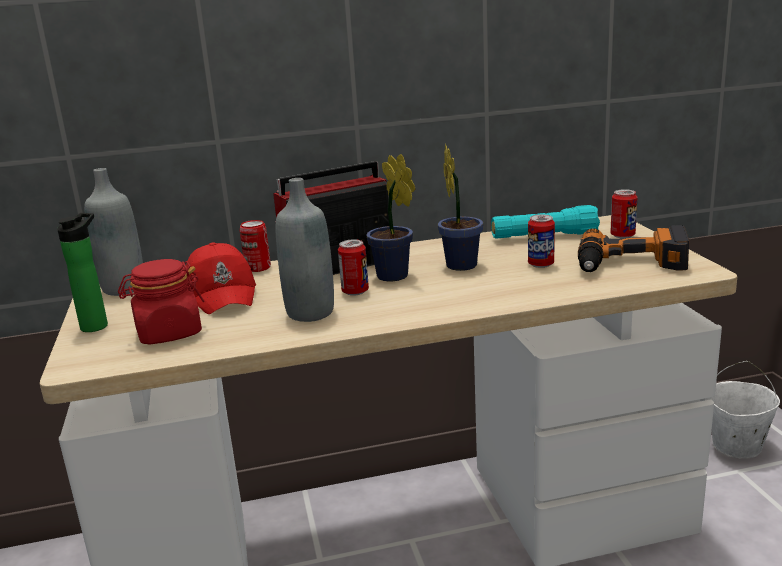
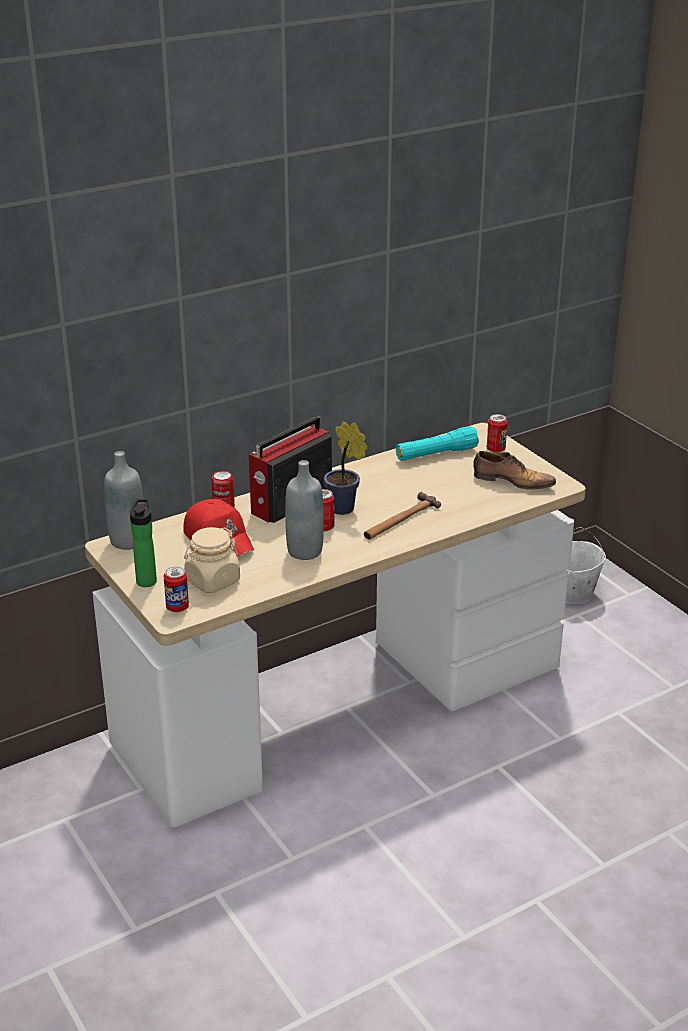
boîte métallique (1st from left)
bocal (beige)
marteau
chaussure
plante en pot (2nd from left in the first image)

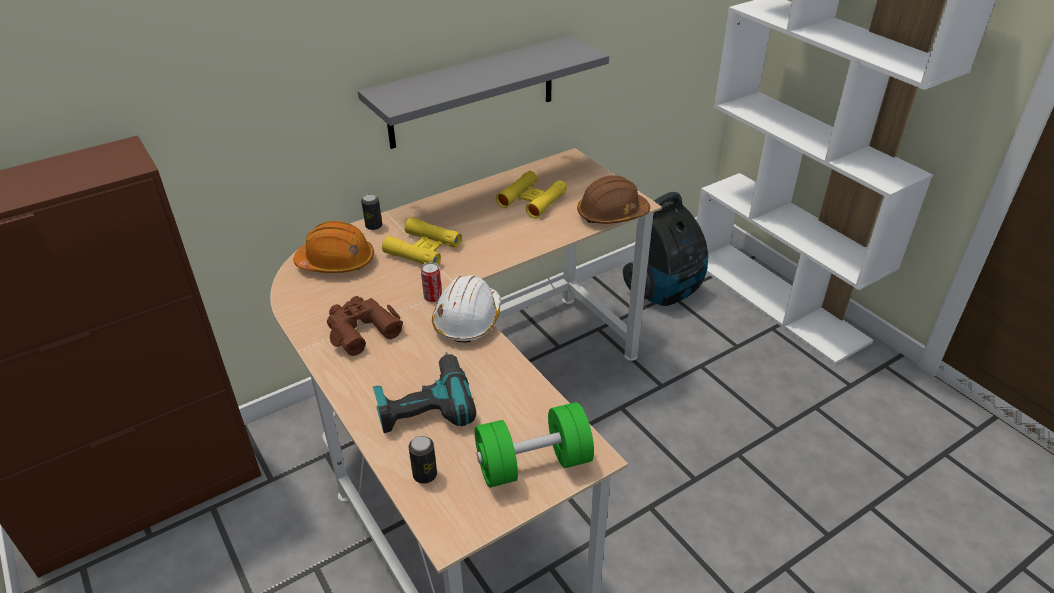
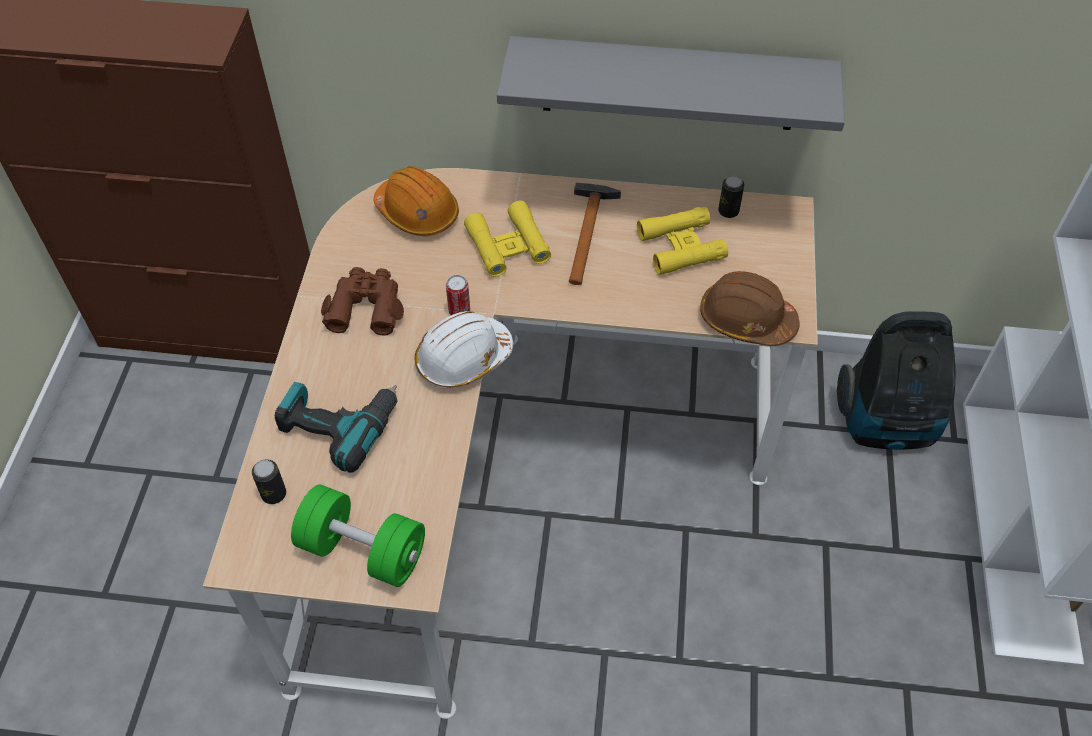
marteau
boîte métallique (3rd from left)

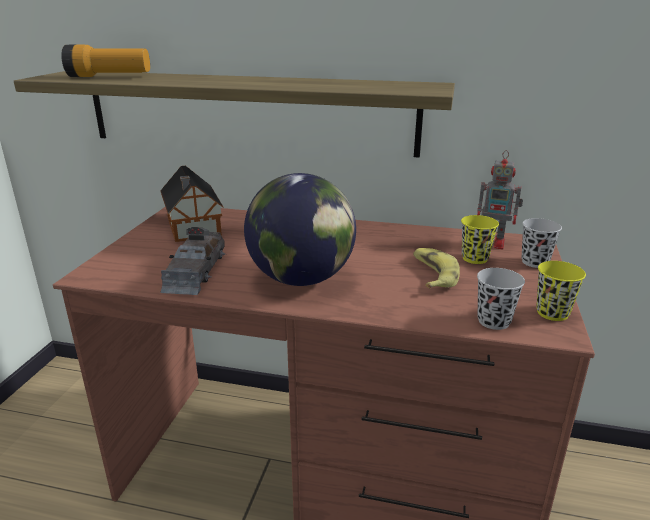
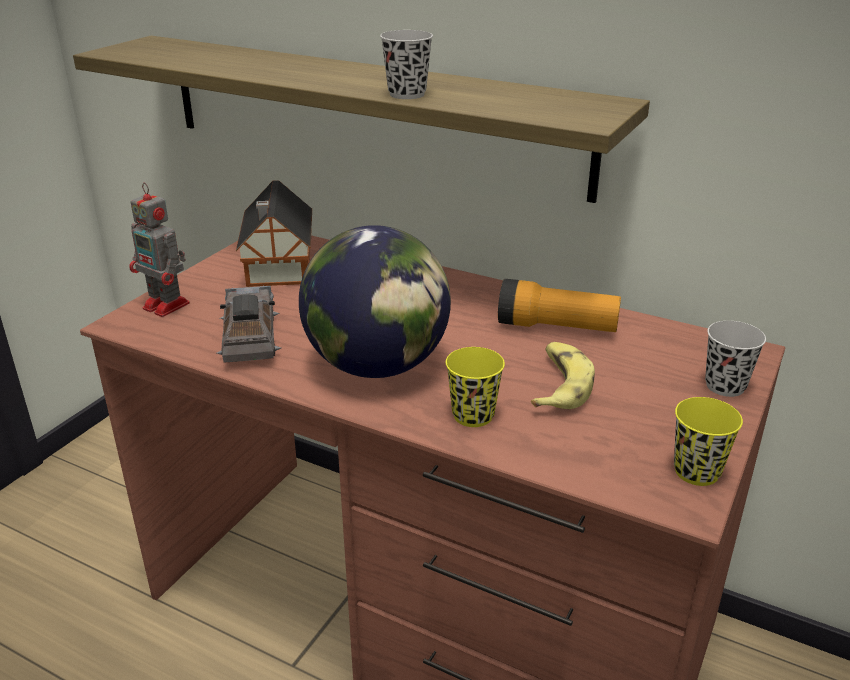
robot jouet
petite voiture (gris)
tasse (noir) (1st from left)
tasse (jaune) (1st from left)
lampe de poche

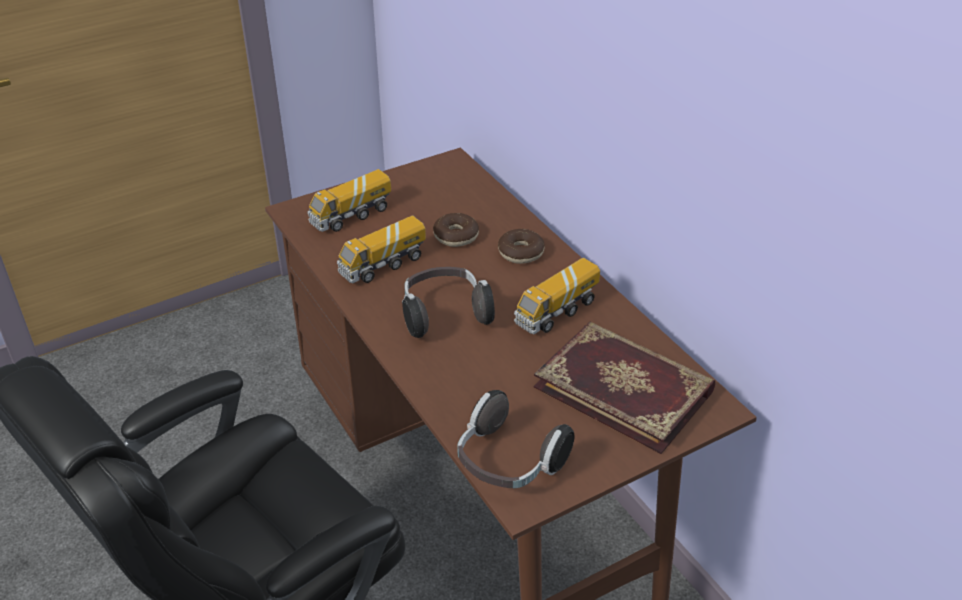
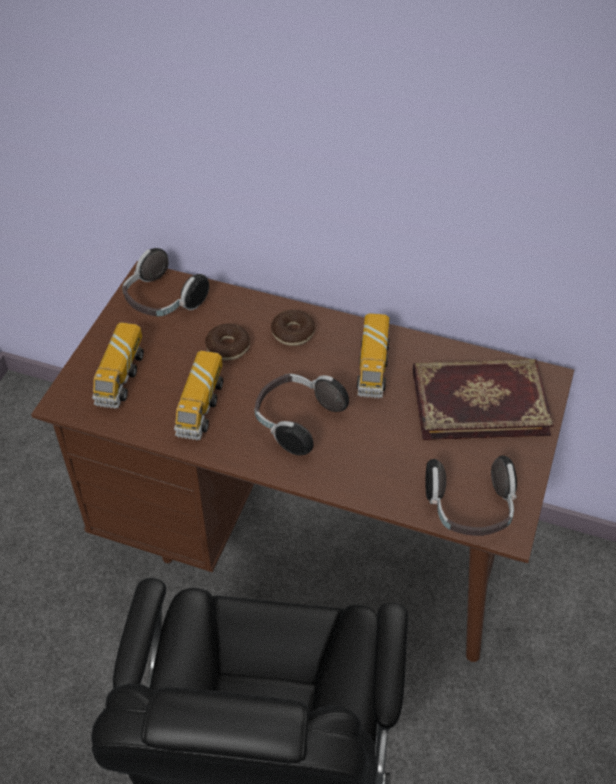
casque audio (1st from left)

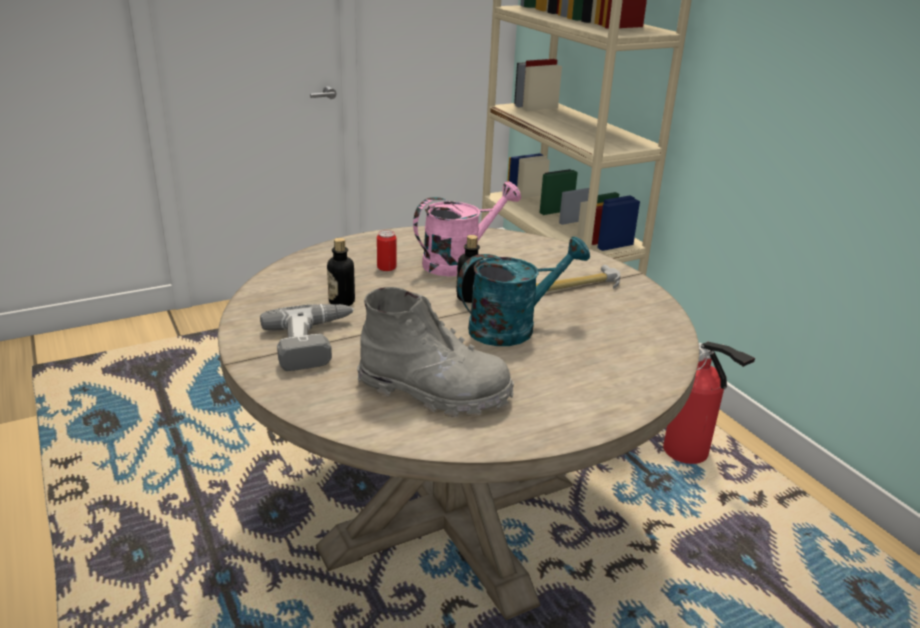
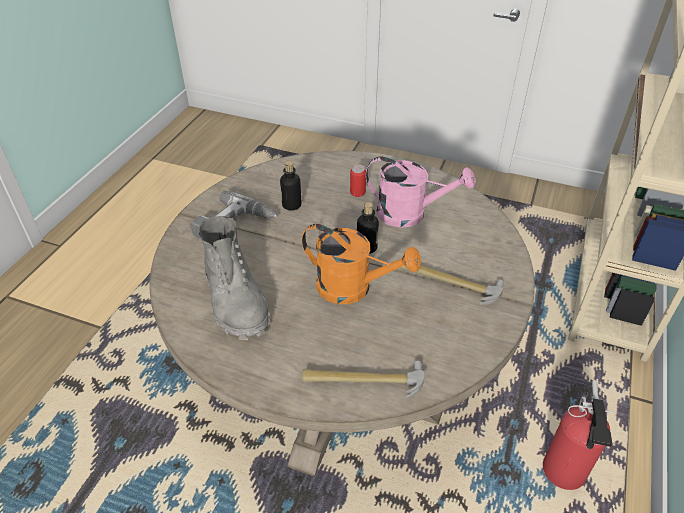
arrosoir (orange)
marteau (1st from left)

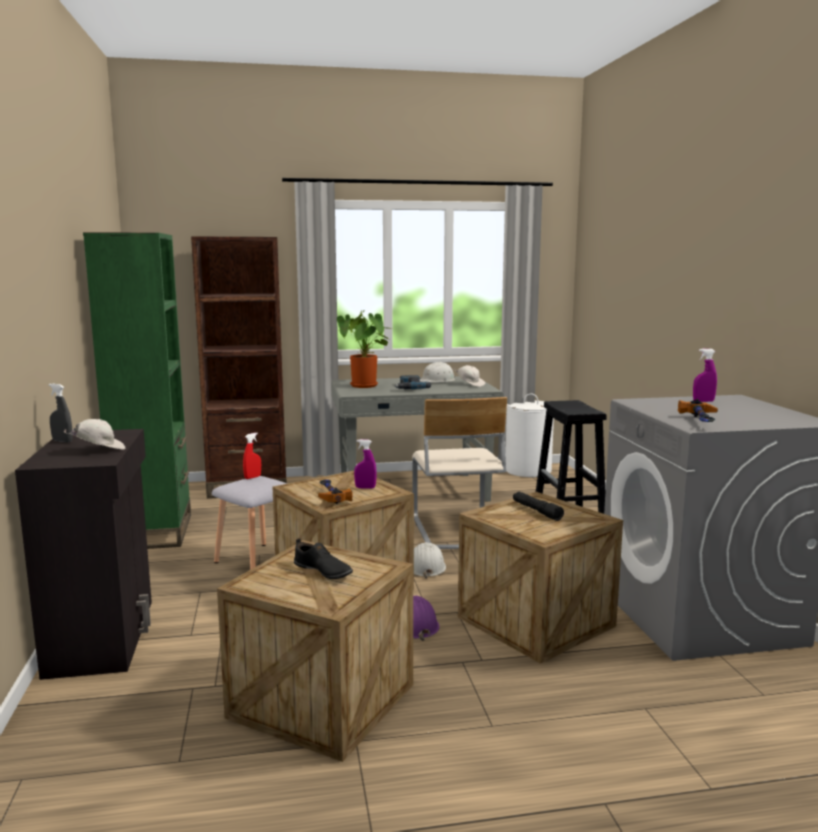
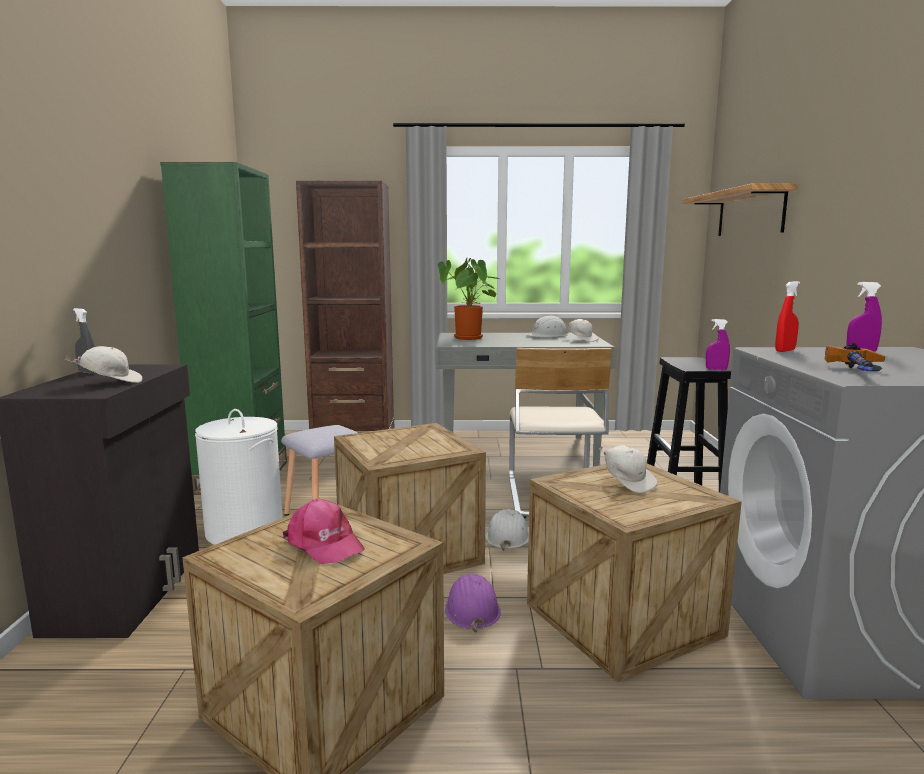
panier à linge (blanc)
casquette (rose)
casquette (blanc) (3rd from left)
étagère
vaporisateur (violet) (1st from left)
vaporisateur (rouge)
marteau (1st from left in the first image)
perceuse

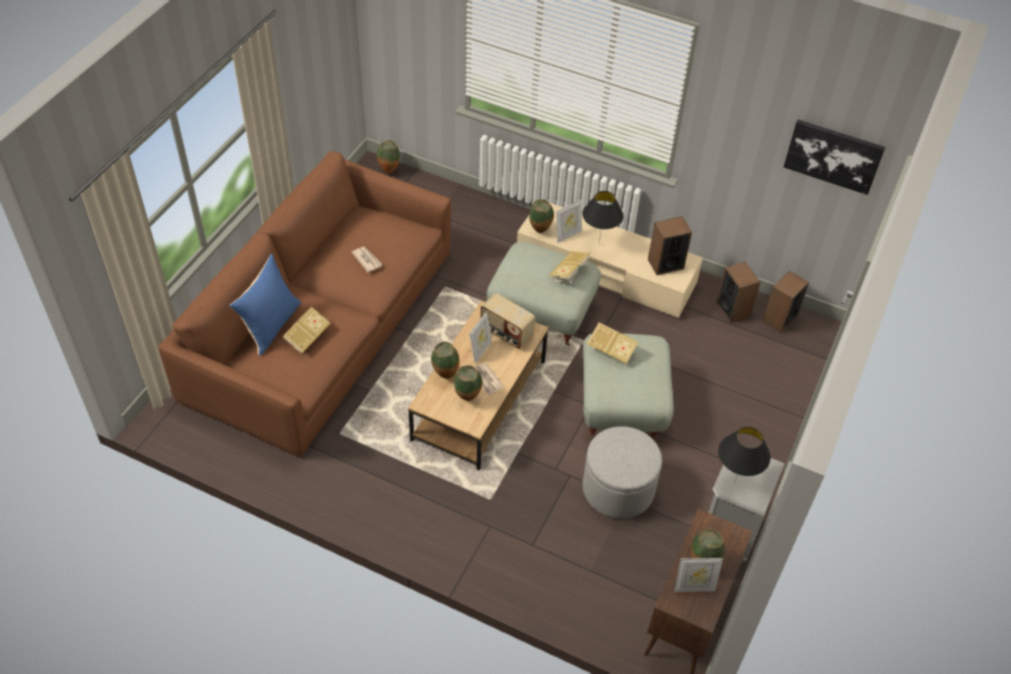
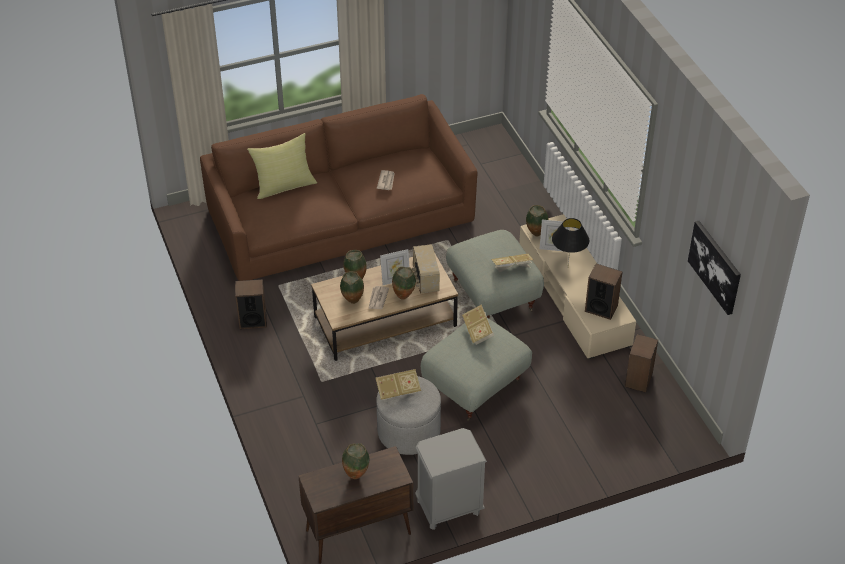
enceinte (1st from left)
coussin (jaune)
livre (1st from left)
vase (4th from left)
cadre photo (3rd from left in the first image)
lampe de table (noir) (2nd from left in the first image)

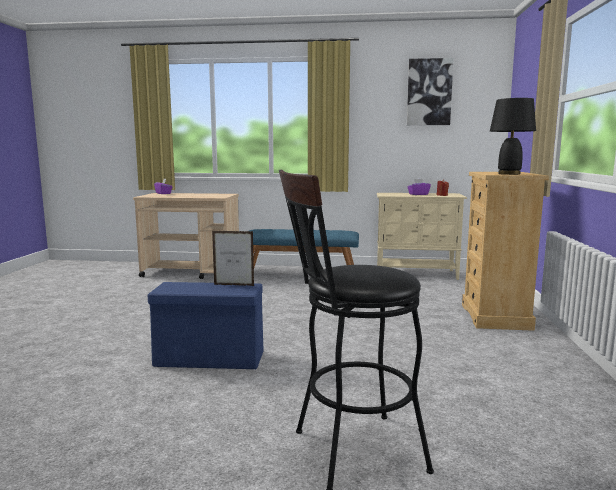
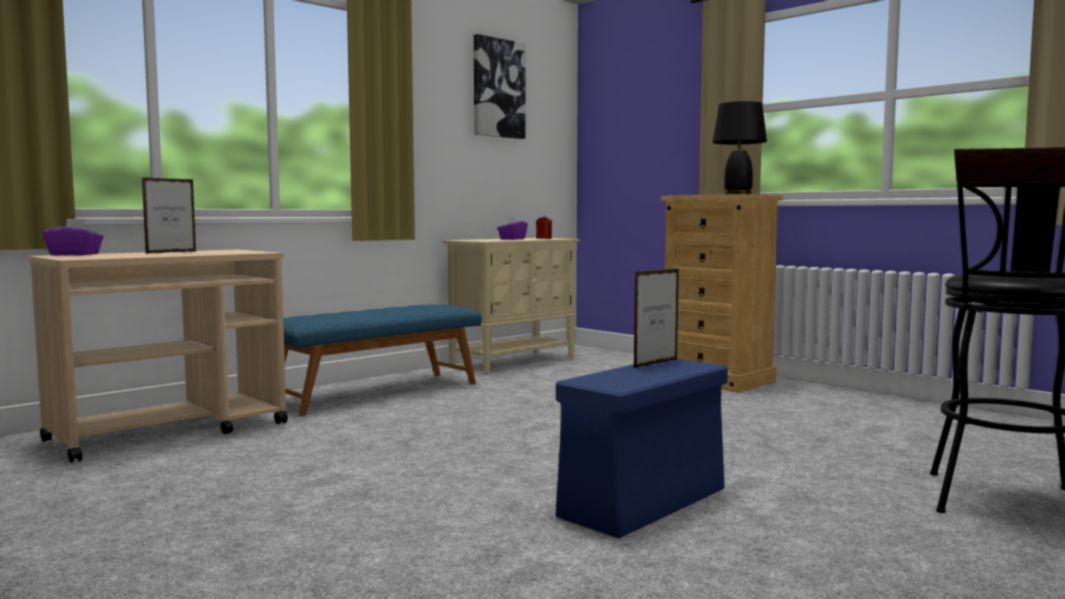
cadre photo (1st from left)

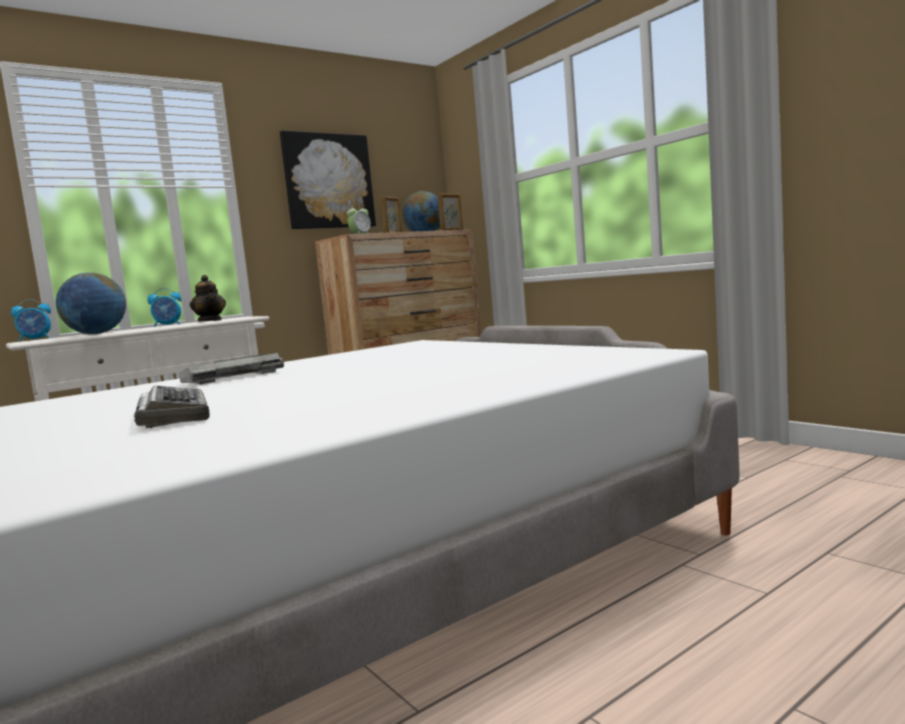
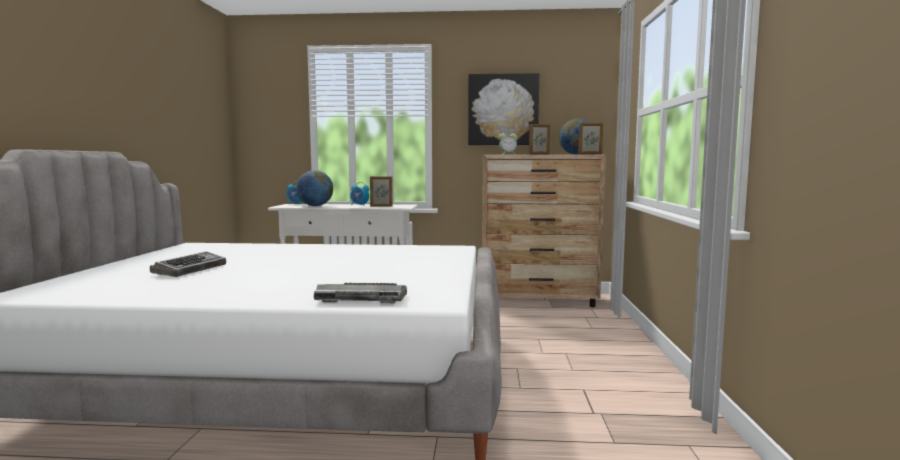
clavier (2nd from left)
cadre photo (1st from left)

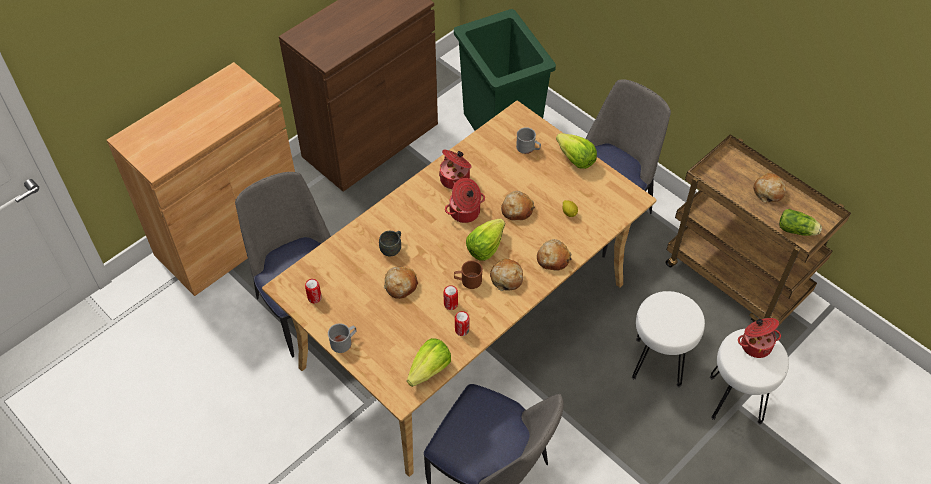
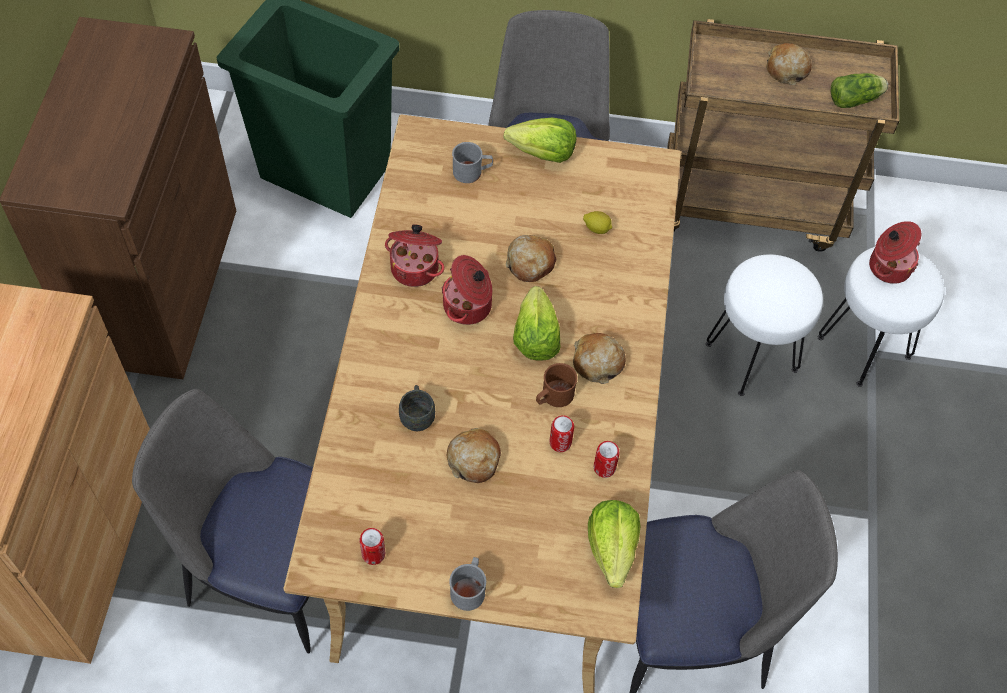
pain (4th from left in the first image)

